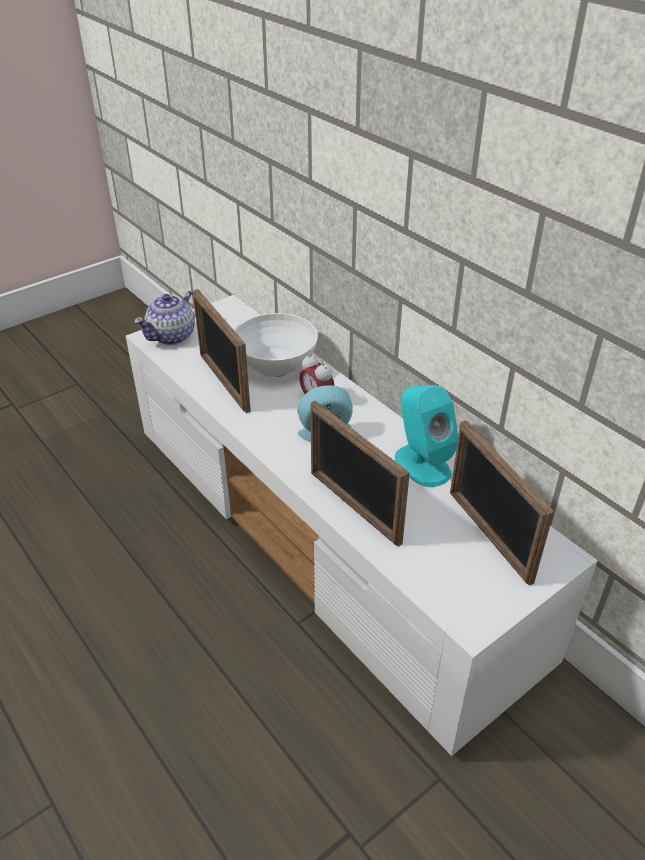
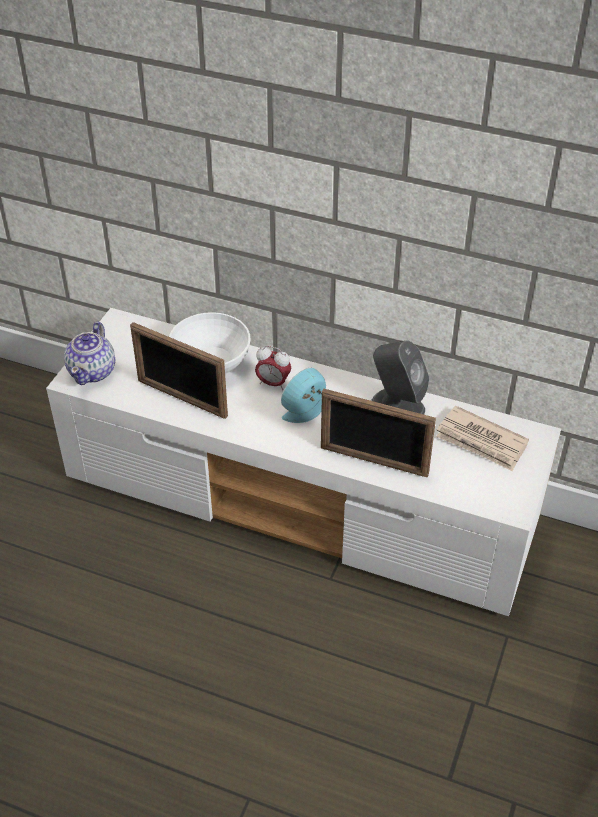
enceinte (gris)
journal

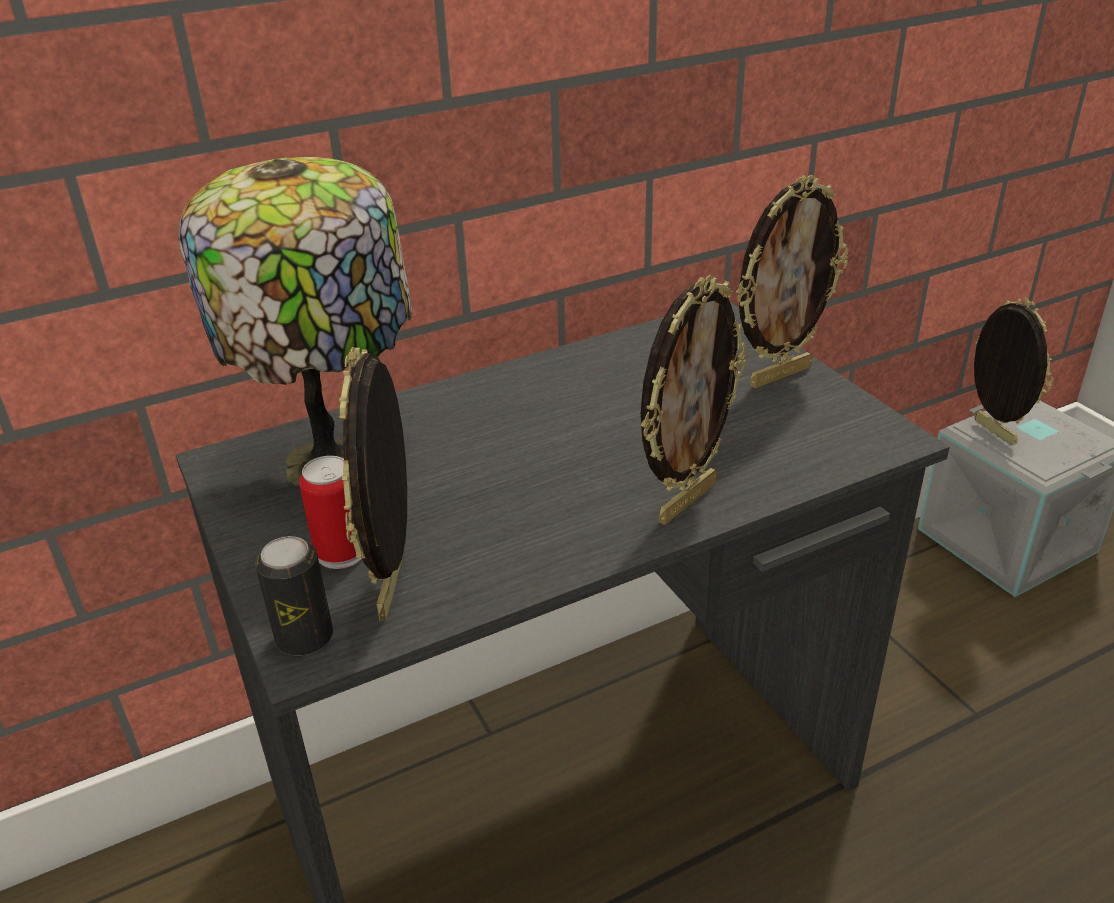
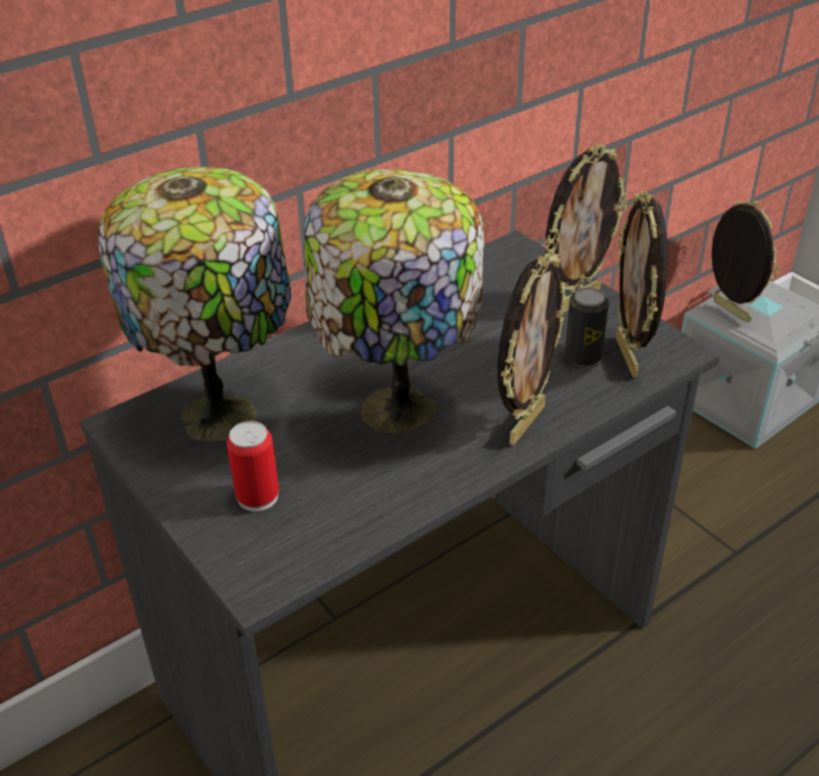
lampe de table (2nd from left)
boîte métallique (2nd from left)
cadre photo (3rd from left)

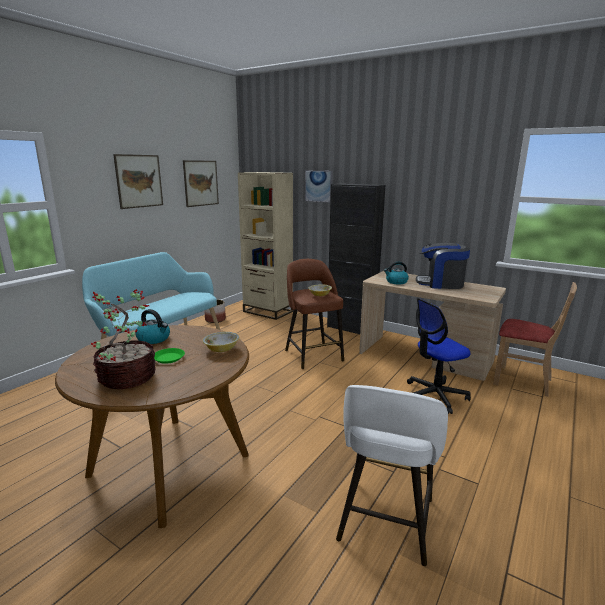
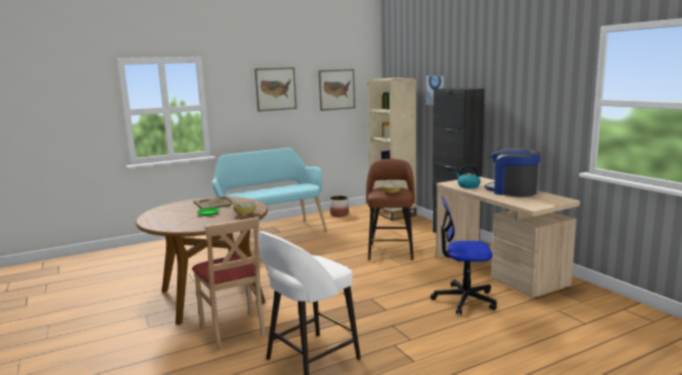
chaise (beige)
plateau (beige)
plante en pot

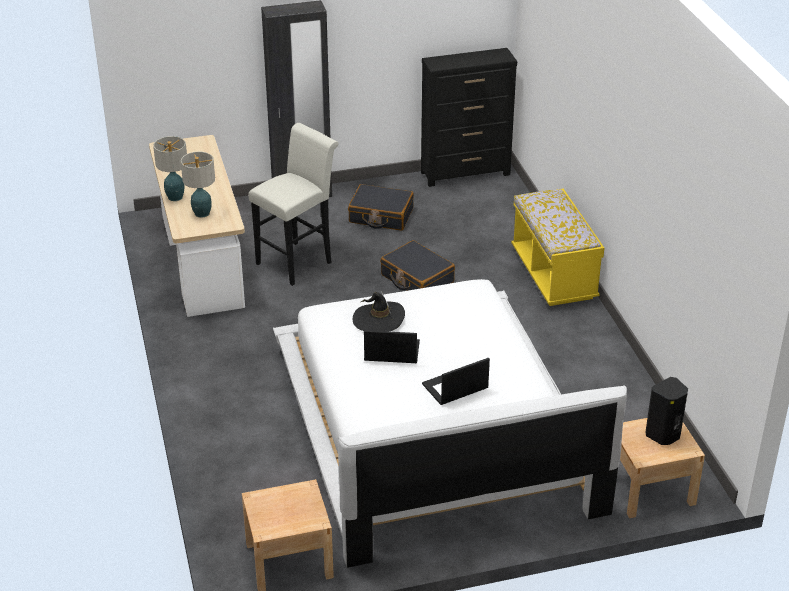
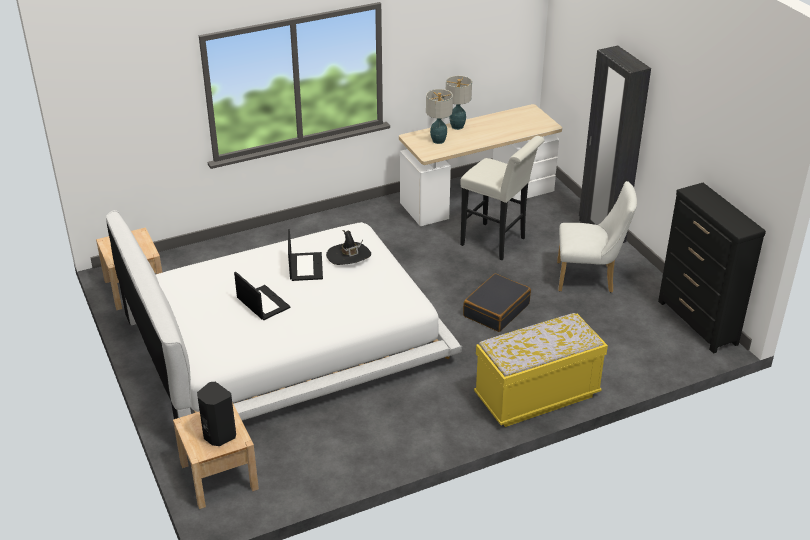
chaise (blanc)

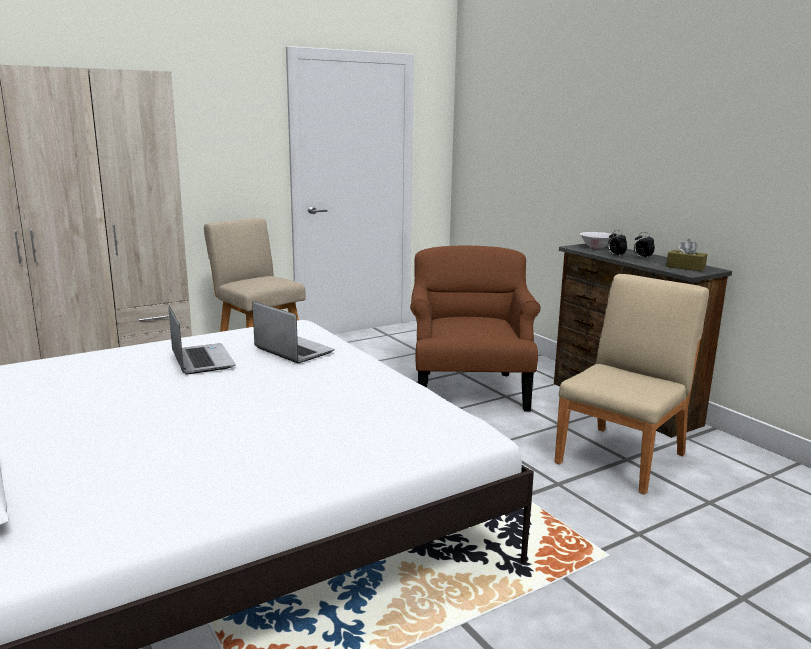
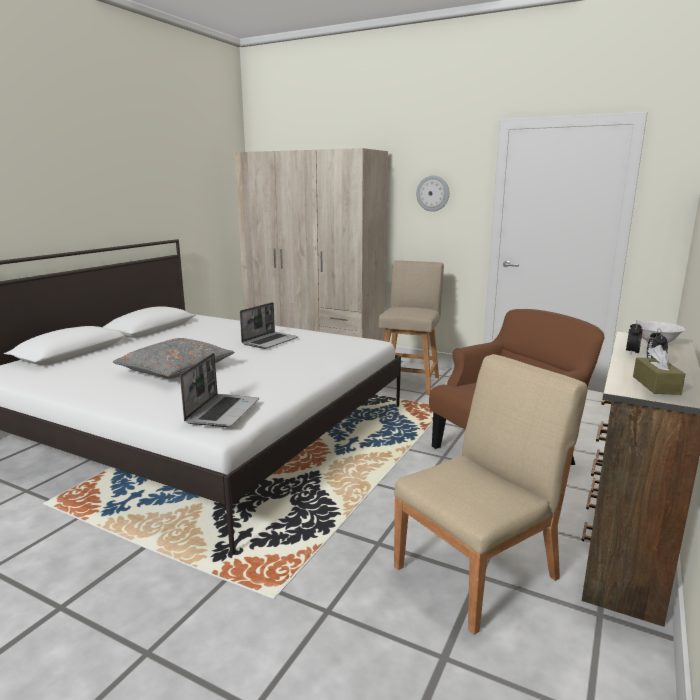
coussin (gris)
ordinateur portable (1st from left)
chaise (beige) (2nd from left)
horloge murale

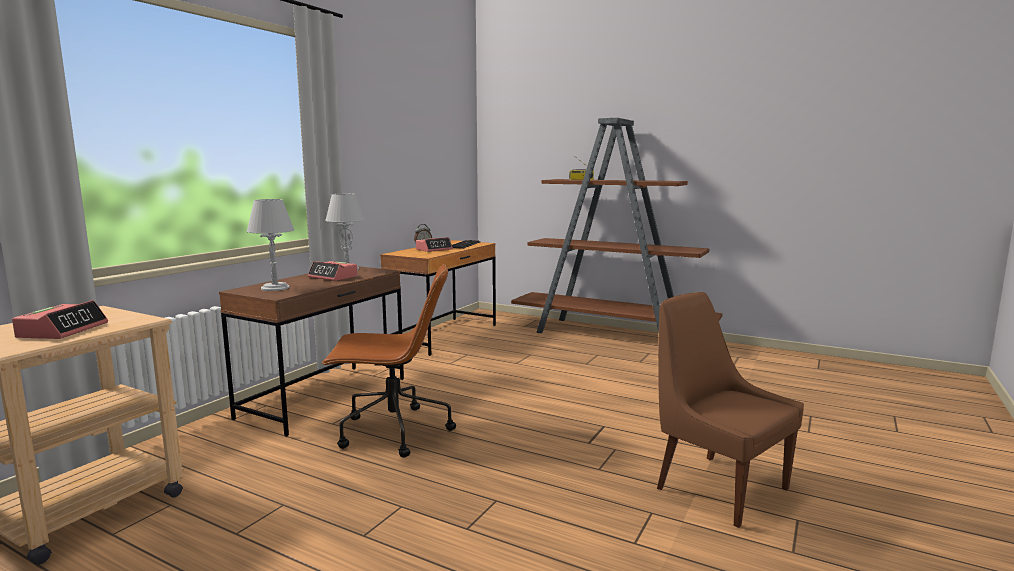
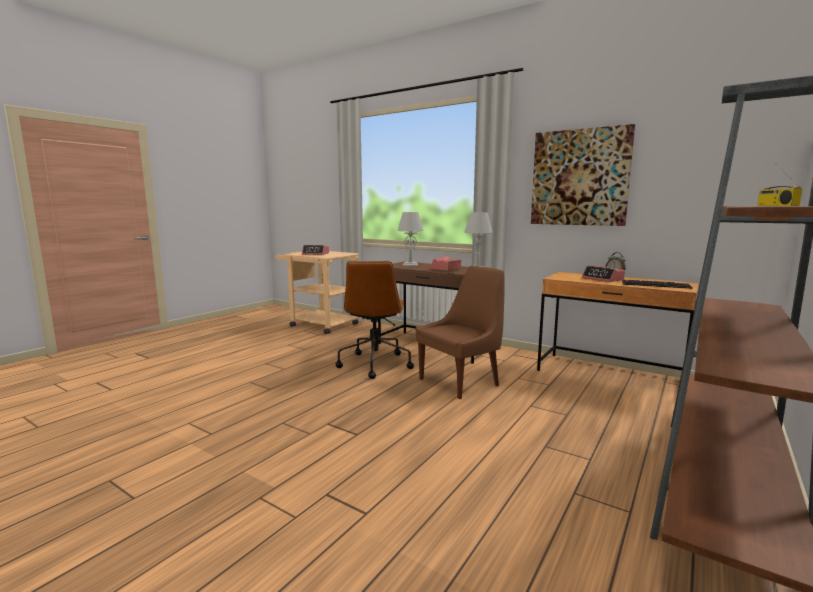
chaise (marron)
tableau

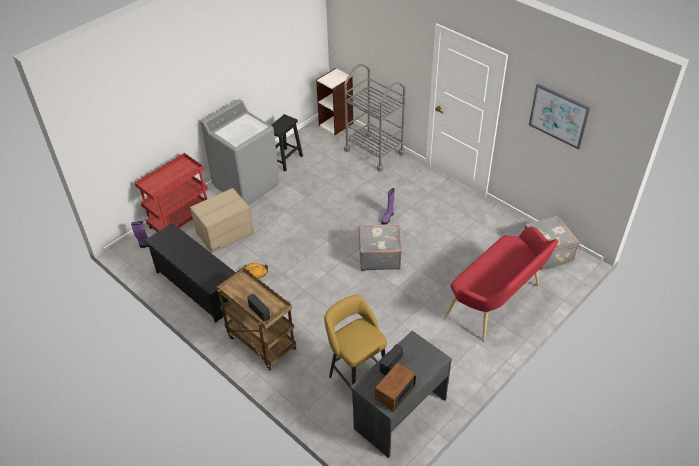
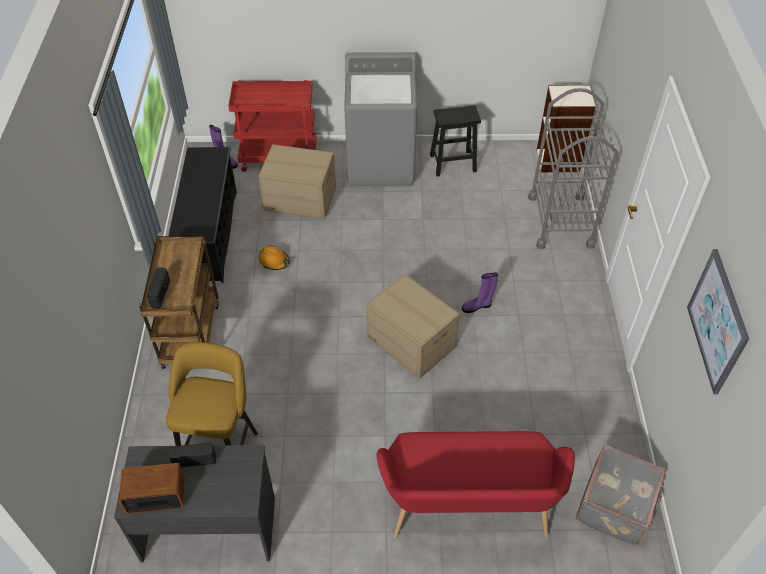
carton (2nd from left)

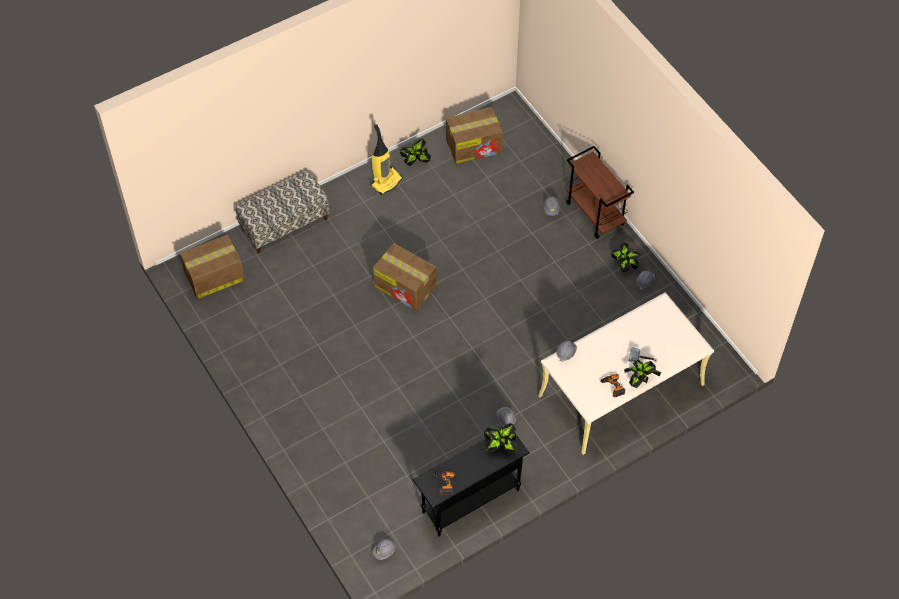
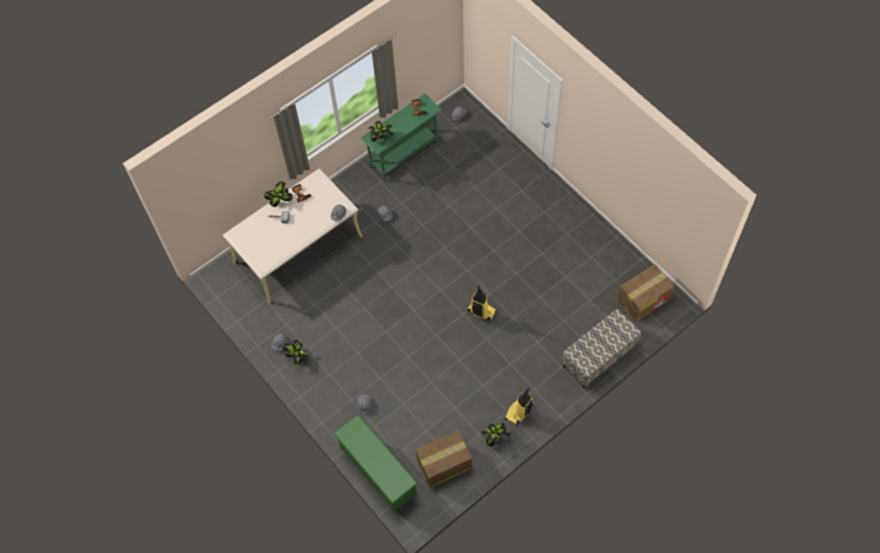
étagère à chaussures (vert)
table console (vert)
aspirateur (1st from left)
chariot (marron)

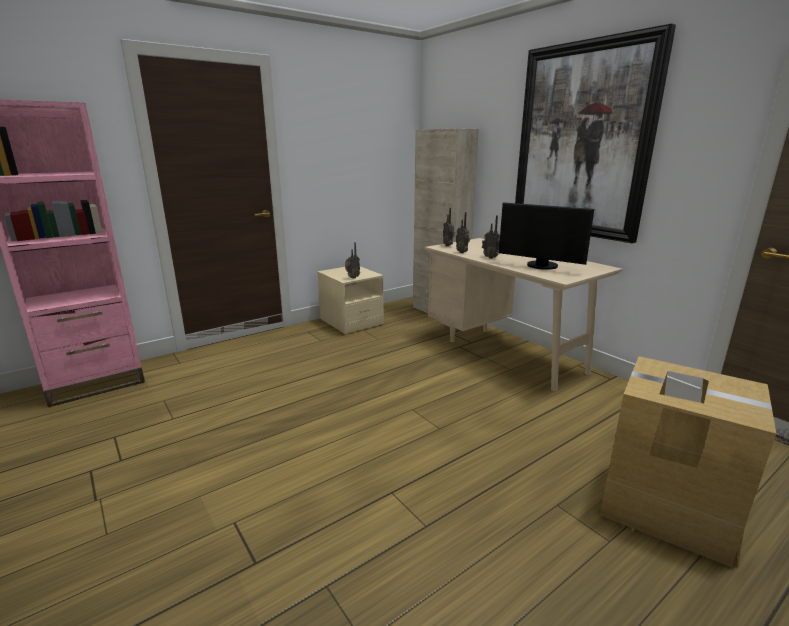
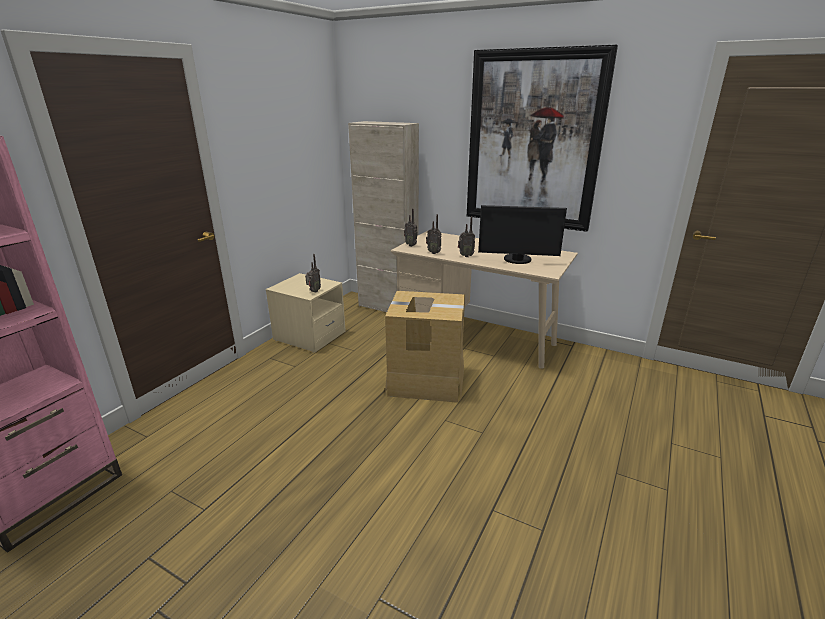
carton

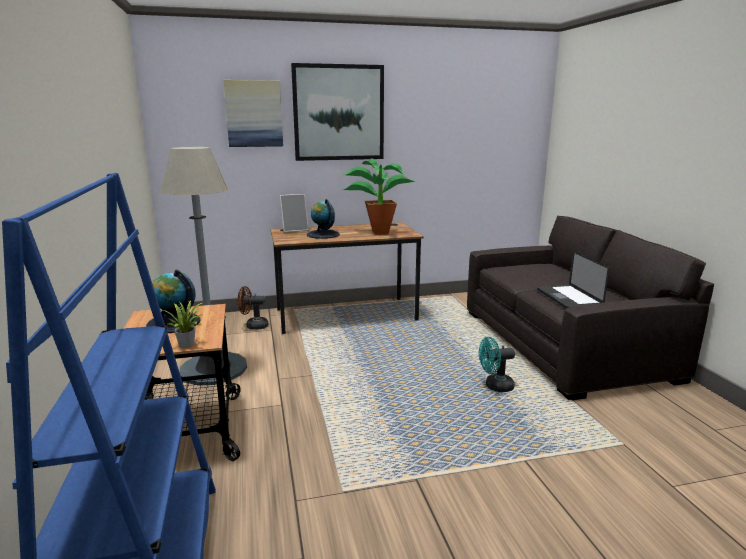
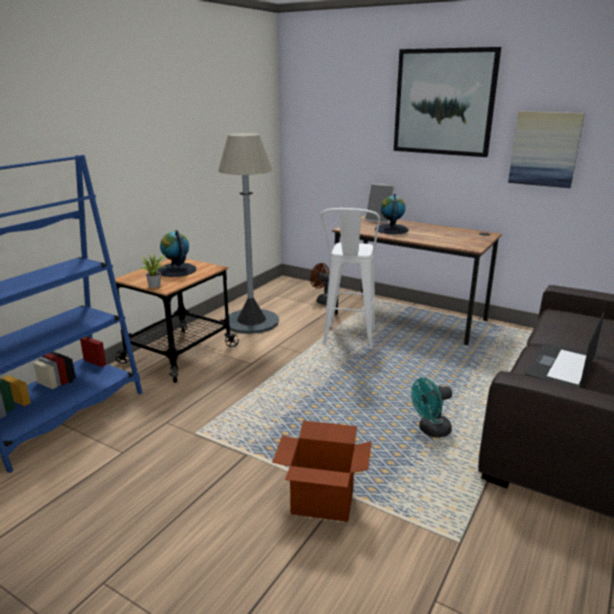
carton
tabouret (blanc)
ventilateur (turquoise)
tableau (2nd from left)
plante en pot (2nd from left in the first image)

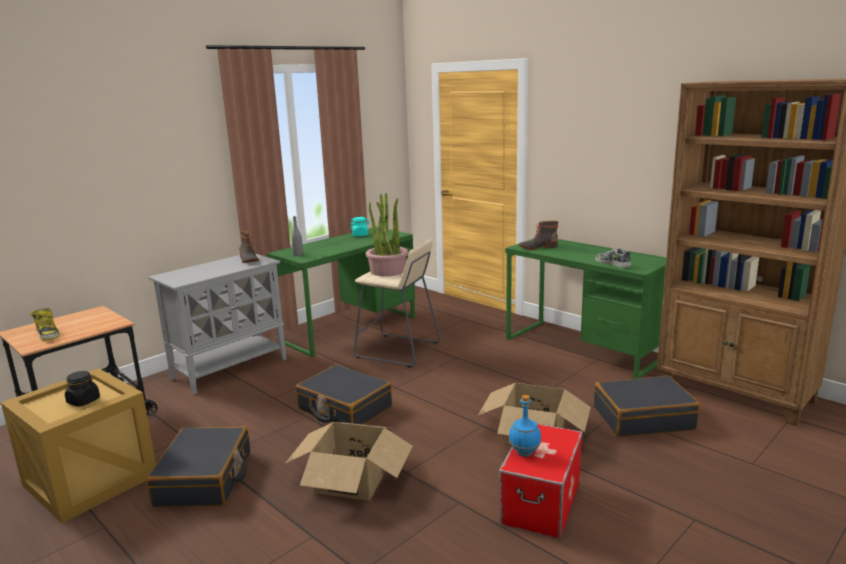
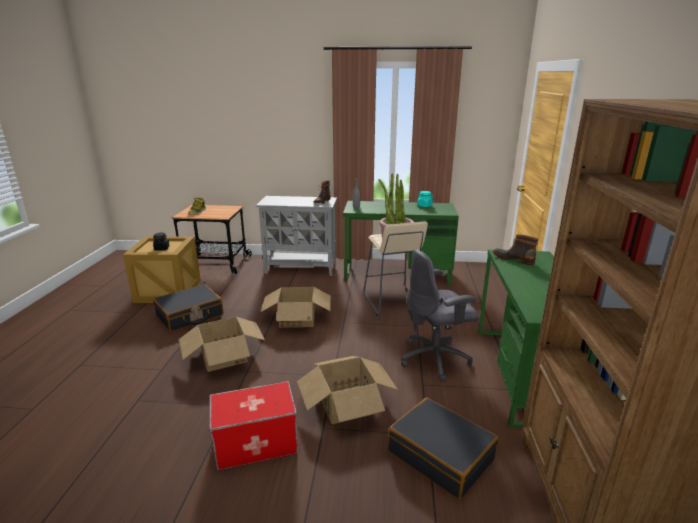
carton (2nd from left)
chaise de bureau (gris)
bouteille (bleu)
chaussure

